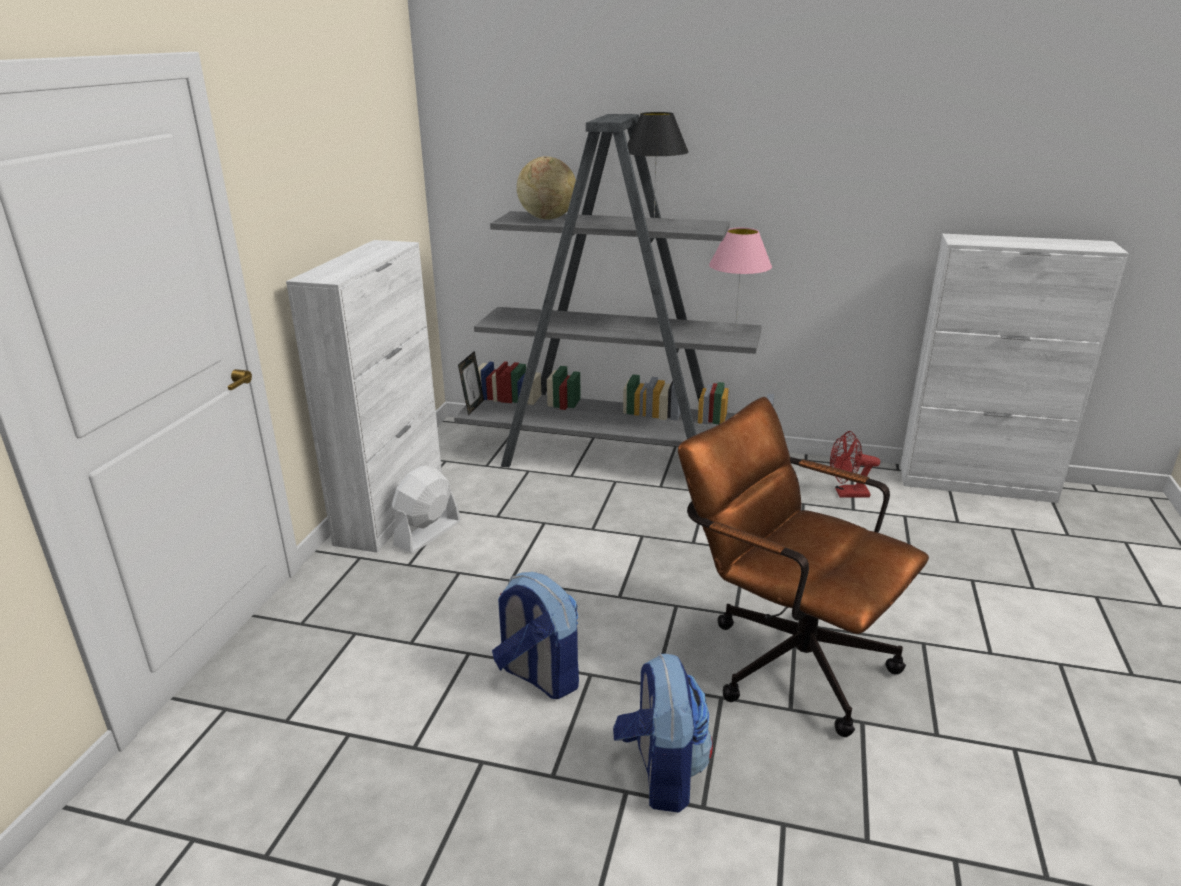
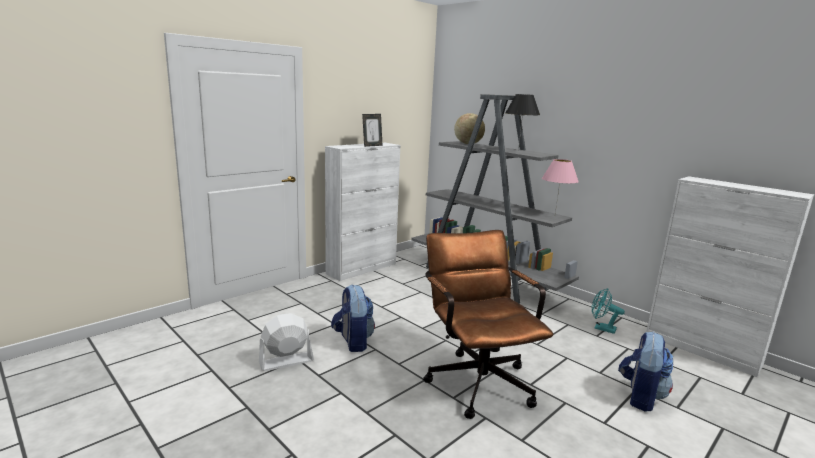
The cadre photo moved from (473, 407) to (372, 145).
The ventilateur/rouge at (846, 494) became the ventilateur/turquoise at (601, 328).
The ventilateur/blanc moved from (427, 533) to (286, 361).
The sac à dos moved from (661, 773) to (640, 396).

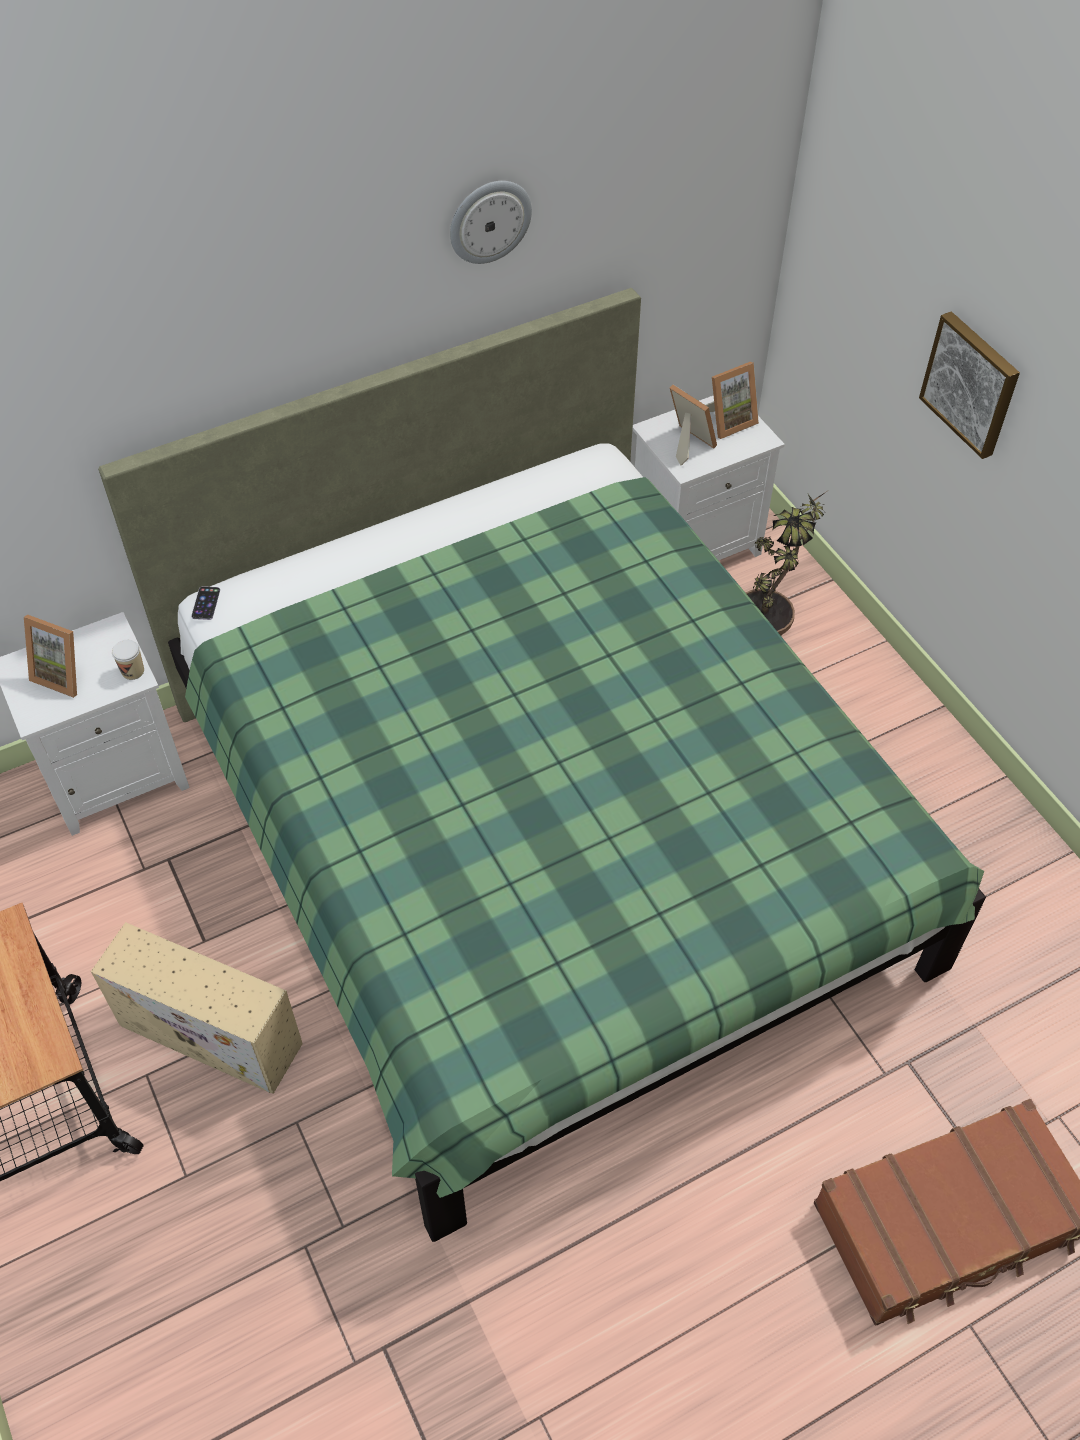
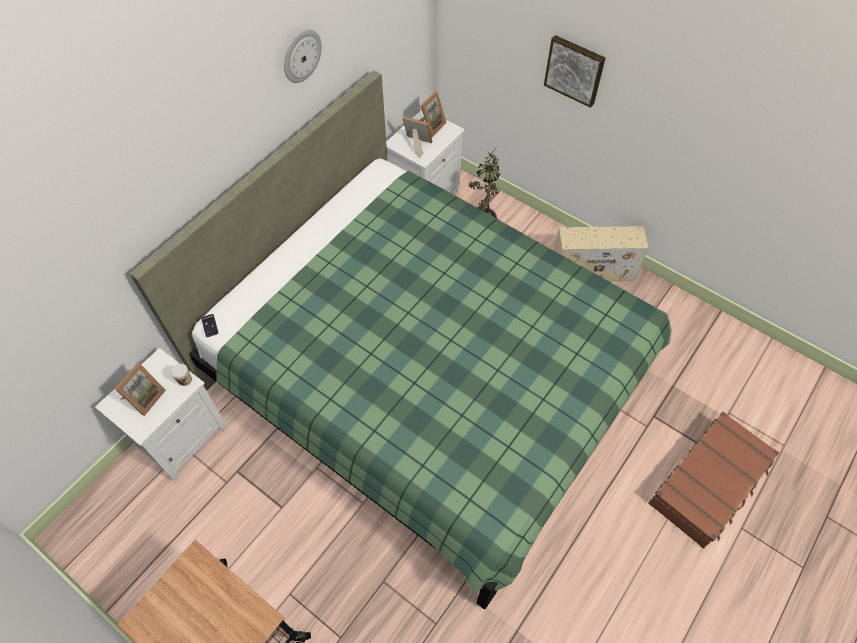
The cadre photo at (64, 674) turned 60 degrees counterclockwise.
The boîte de rangement/beige moved from (213, 1035) to (593, 270).

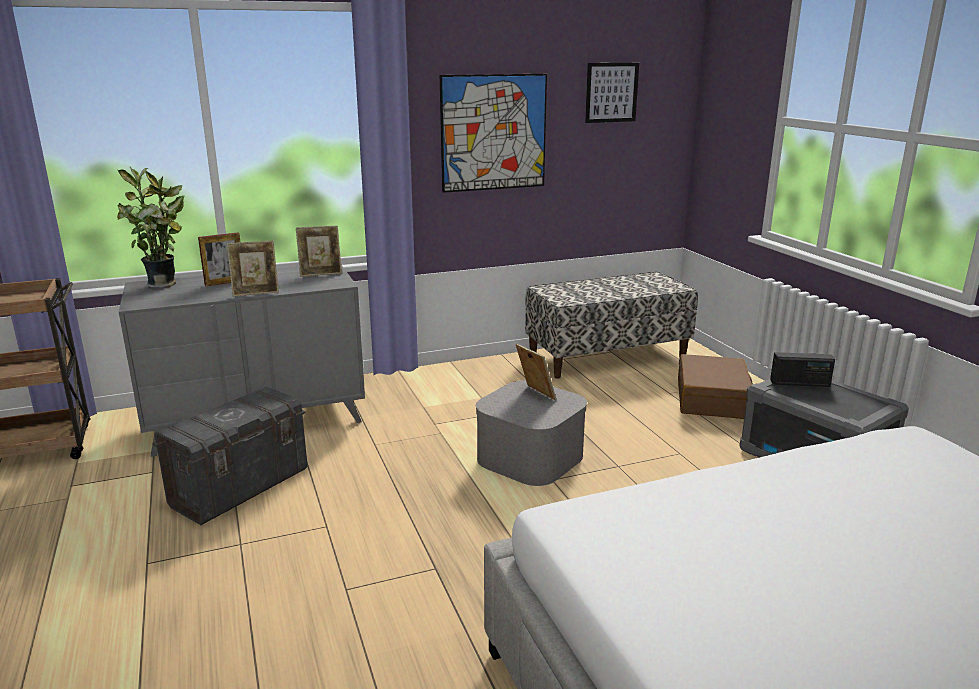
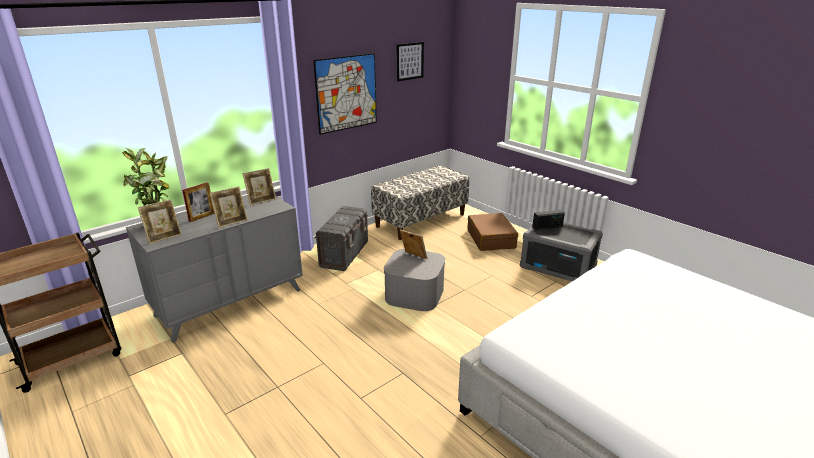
The boîte de rangement/gris moved from (241, 487) to (344, 254).
The cadre photo at (164, 237) appeared.

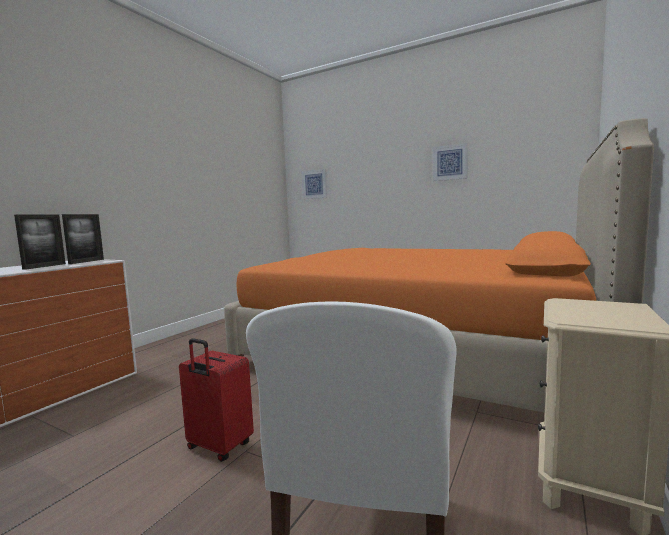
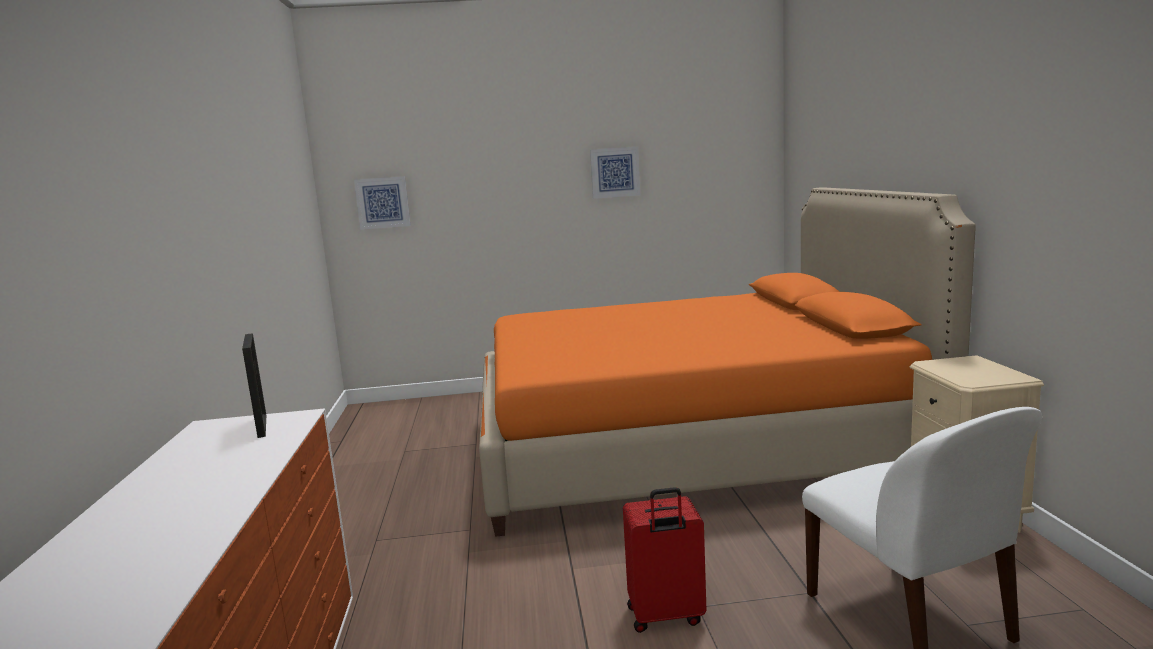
The cadre photo at (45, 266) disappeared.

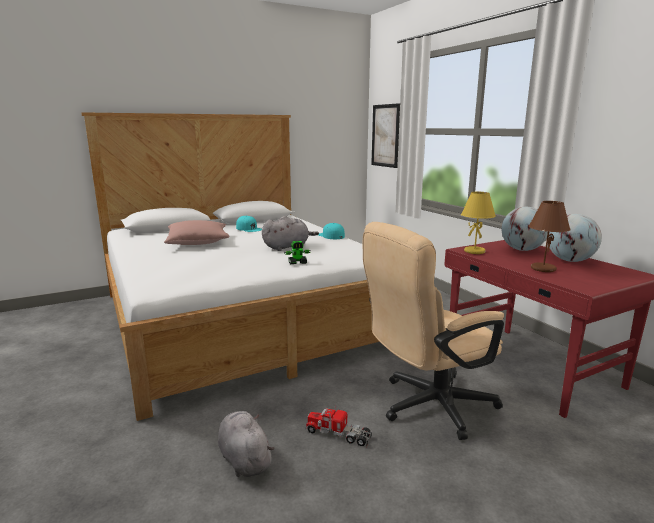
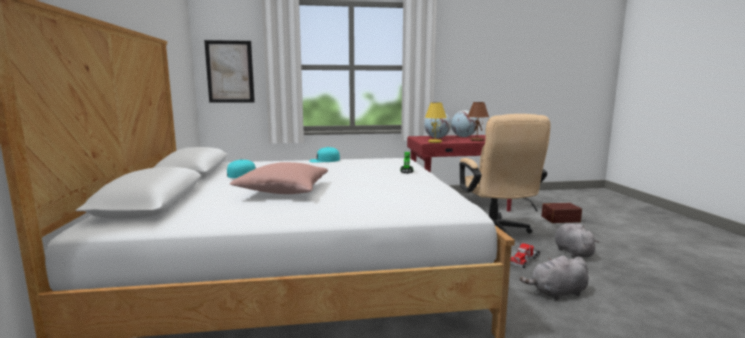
The peluche/gris moved from (287, 247) to (572, 252).
The boîte de rangement/marron at (560, 219) appeared.

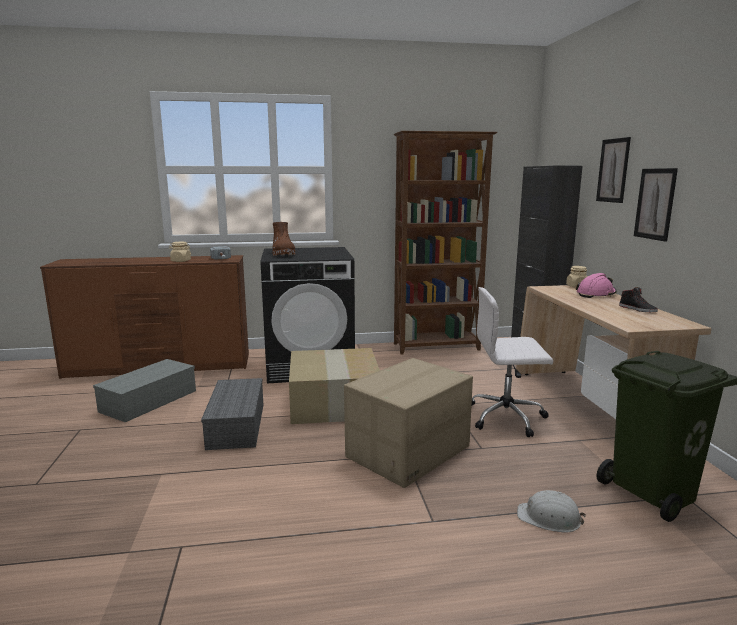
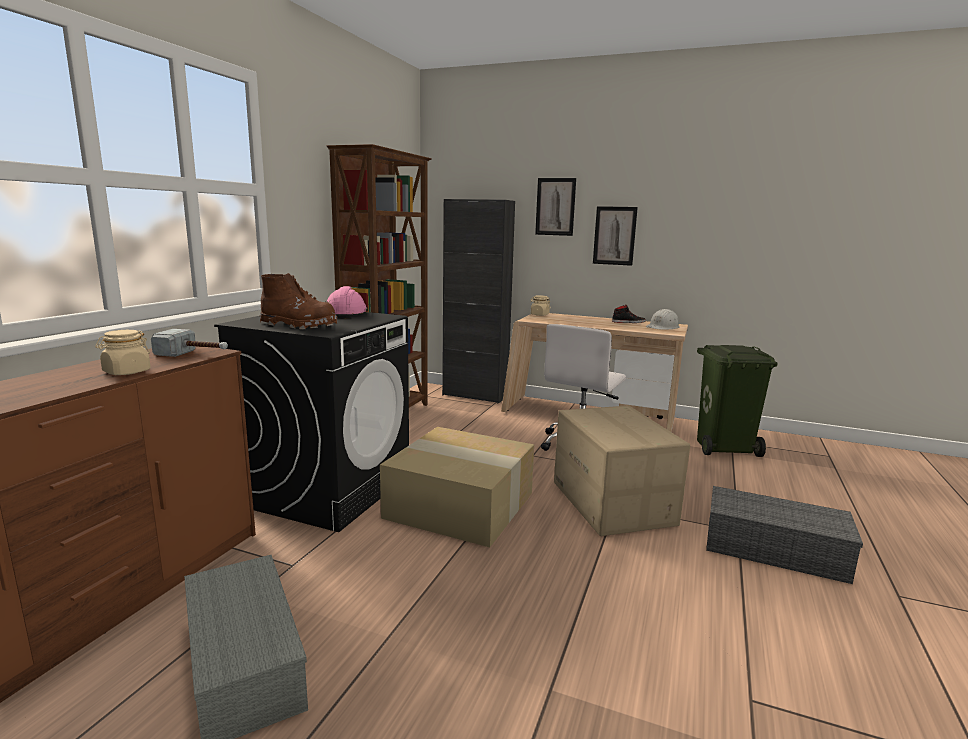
The casque de chantier/rose moved from (596, 294) to (346, 314).
The boîte de rangement/gris moved from (237, 426) to (776, 549).
The casque de chantier/blanc moved from (549, 518) to (663, 327).

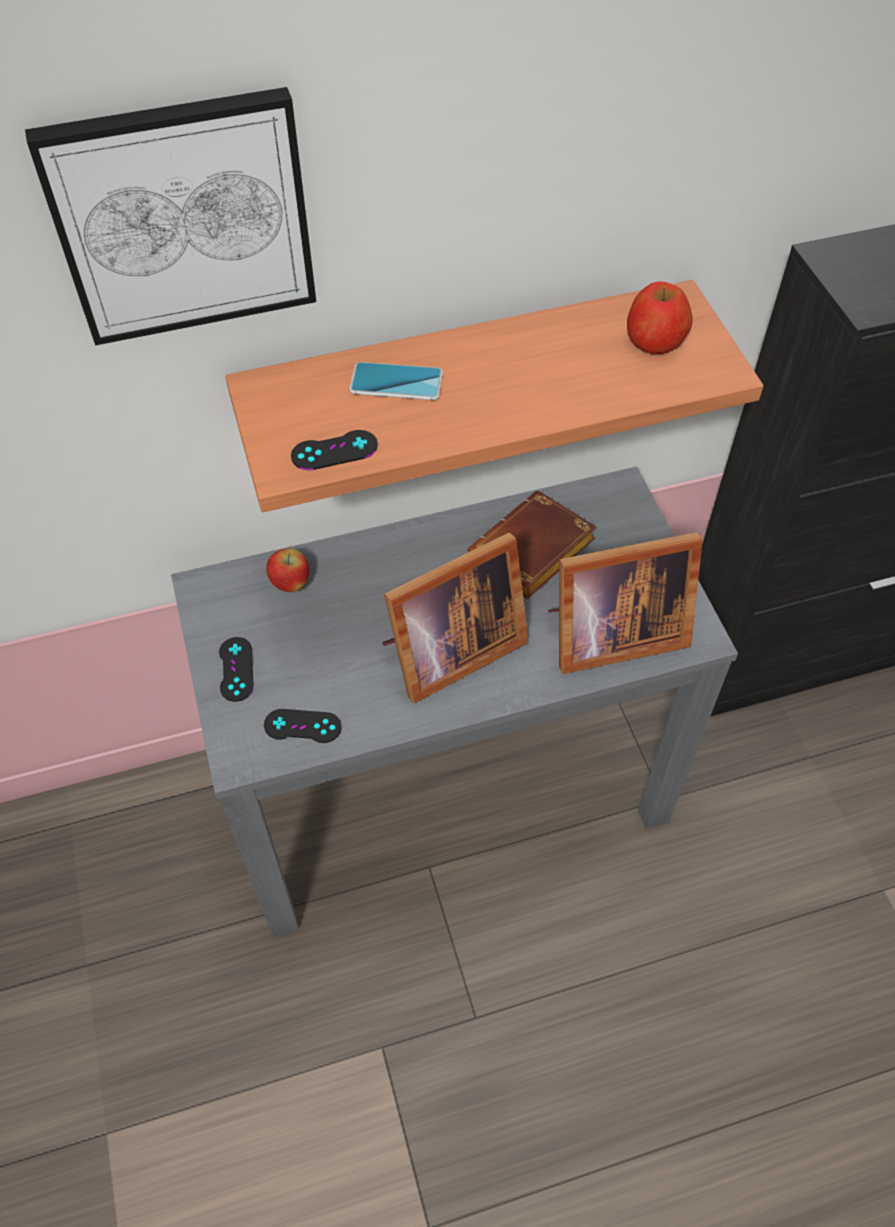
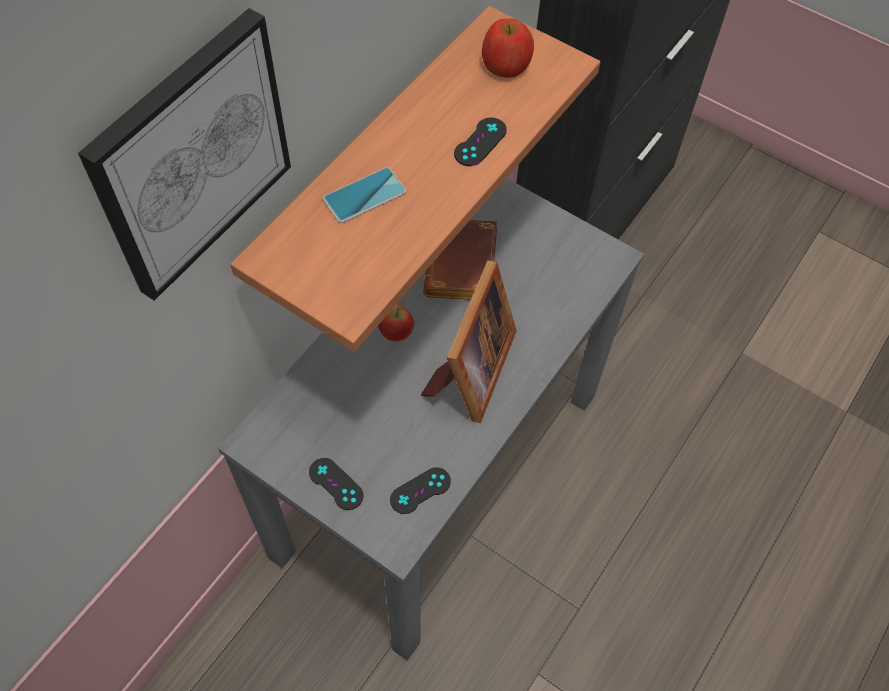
The manette/noir moved from (334, 451) to (480, 142).
The cadre photo at (609, 635) disappeared.
The pomme moved from (290, 584) to (396, 333).

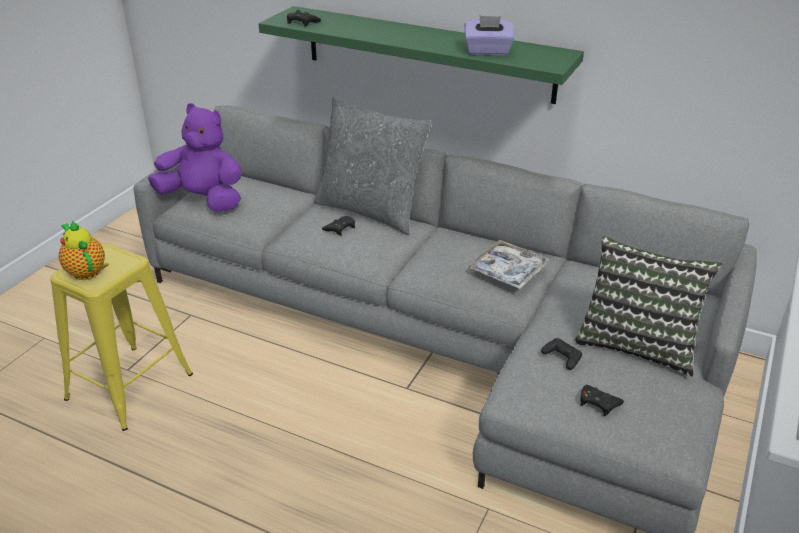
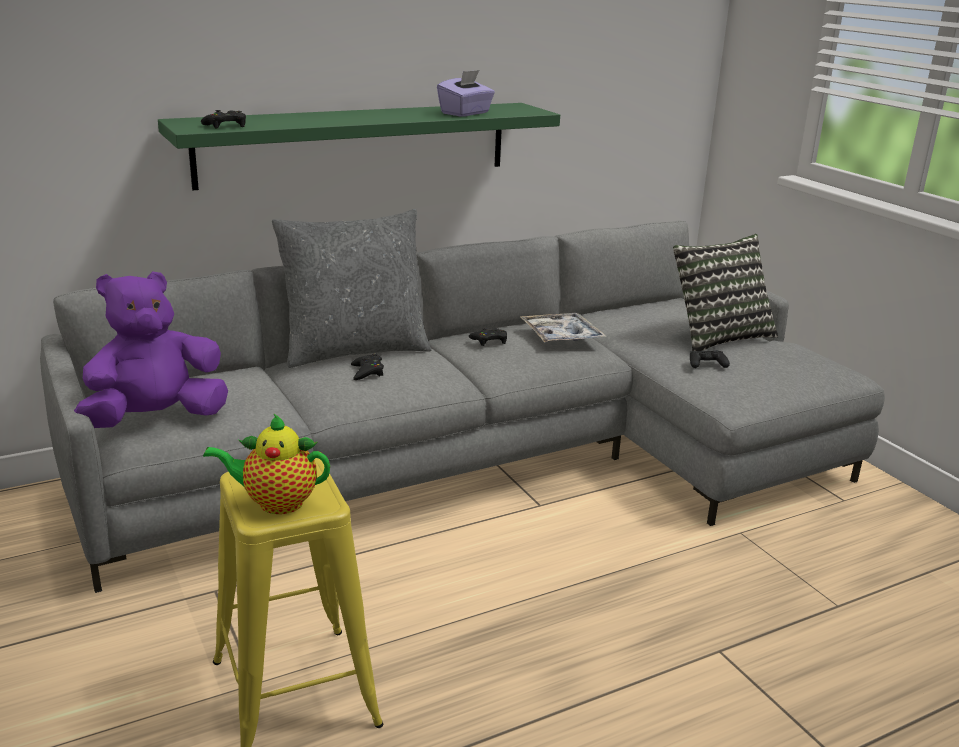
The manette/noir moved from (598, 403) to (489, 341).

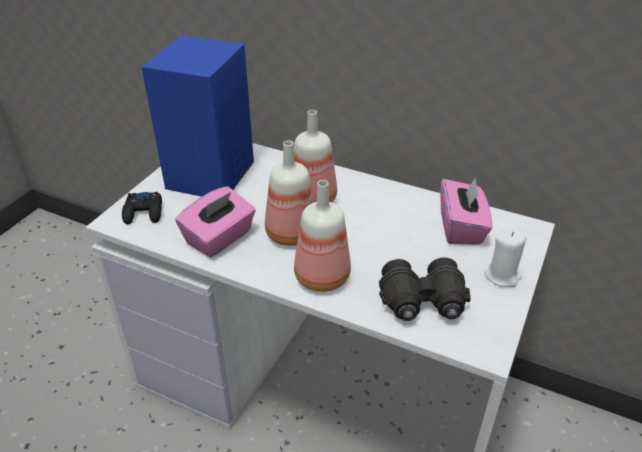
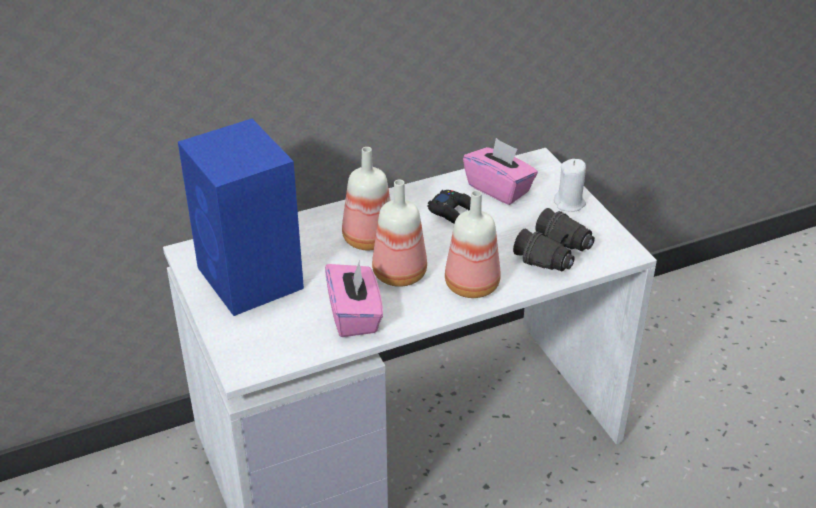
The manette/noir moved from (144, 212) to (452, 211).

